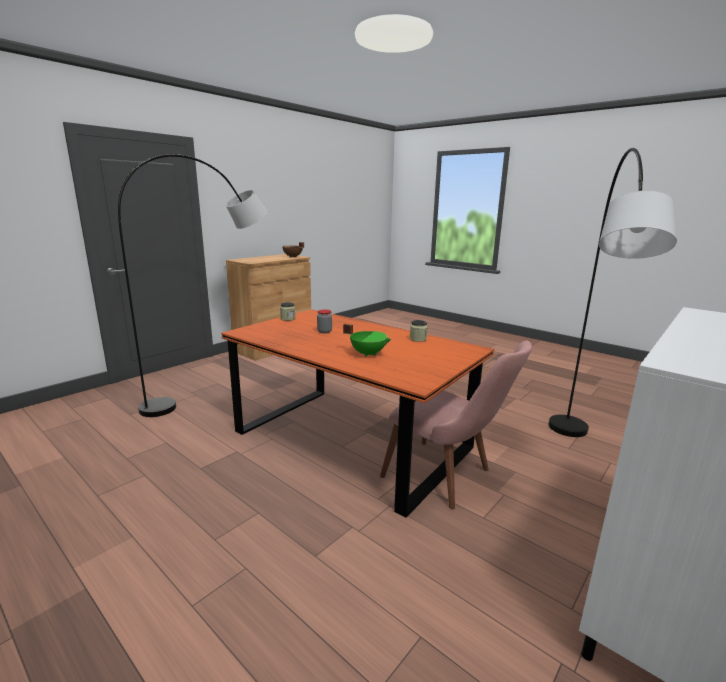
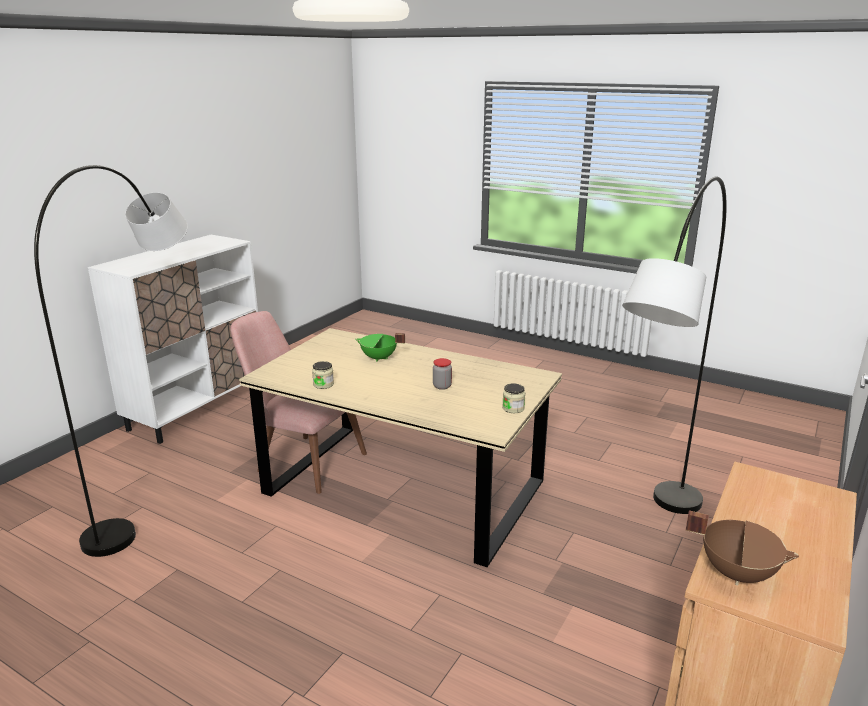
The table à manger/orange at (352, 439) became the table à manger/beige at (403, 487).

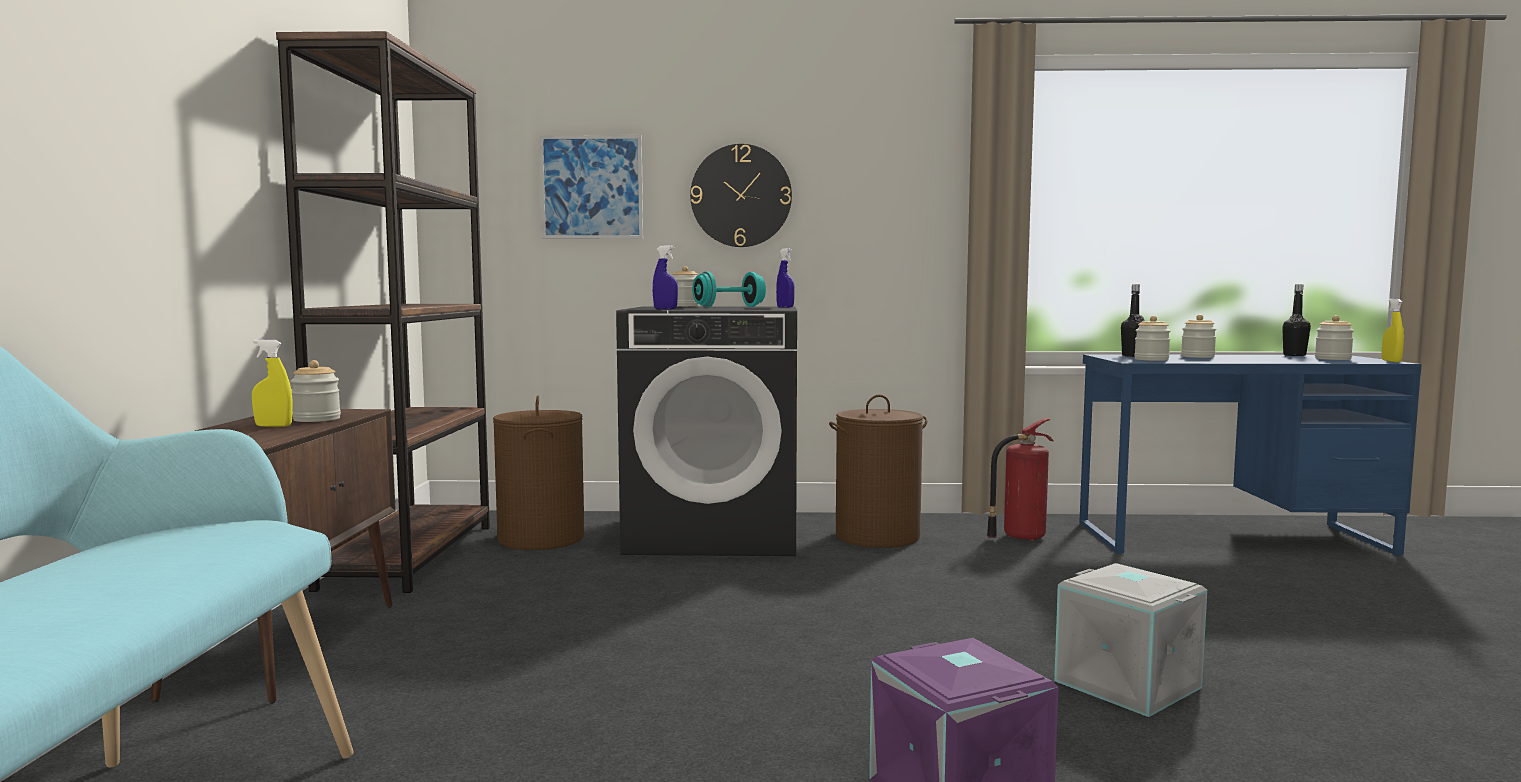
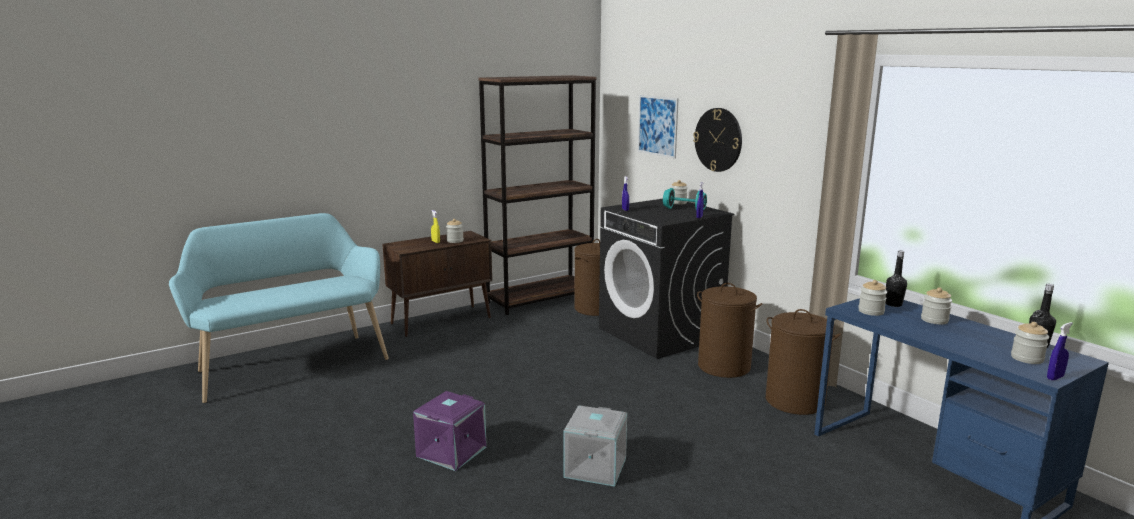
The vaporisateur/jaune at (1391, 361) became the vaporisateur/bleu at (1055, 377).
The extincteur at (1021, 537) was replaced by the panier à linge/marron at (795, 401).

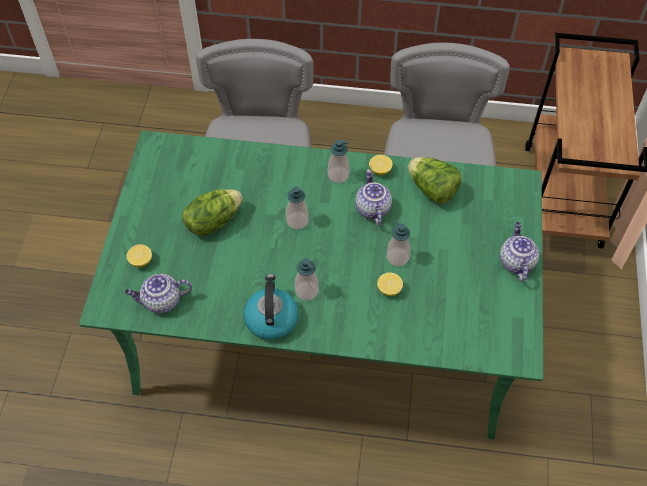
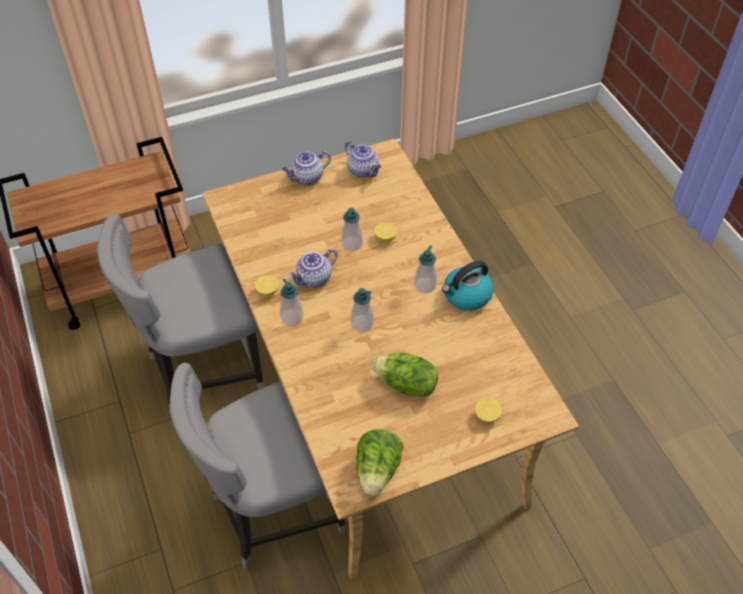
The table à manger/vert at (322, 332) became the table à manger/beige at (372, 394).
The laitue moved from (432, 190) to (378, 471).
The théière moved from (161, 301) to (364, 171).

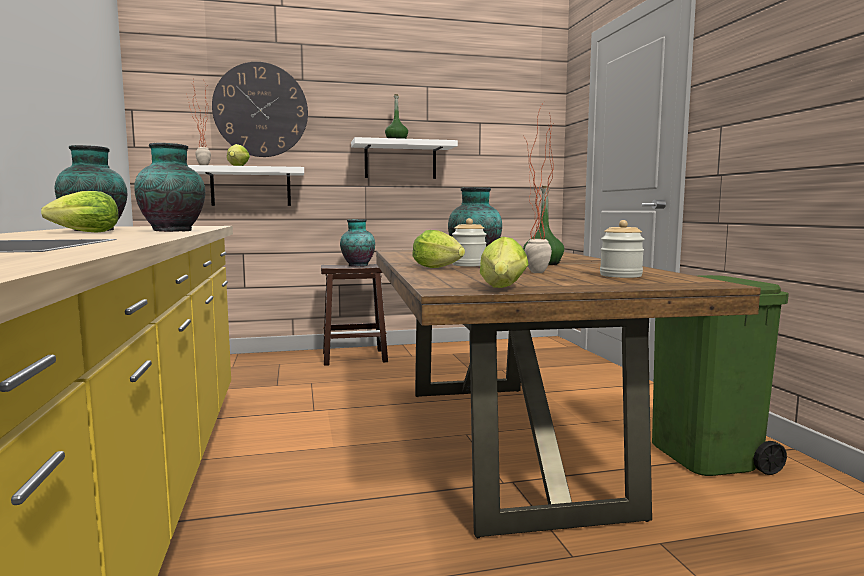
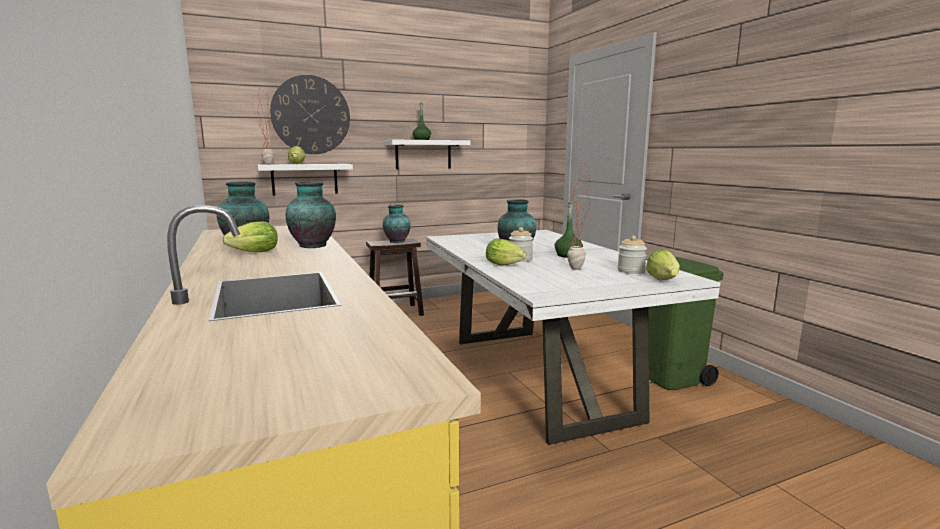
The laitue moved from (502, 289) to (664, 281).
The table à manger/marron at (505, 444) became the table à manger/blanc at (539, 377).

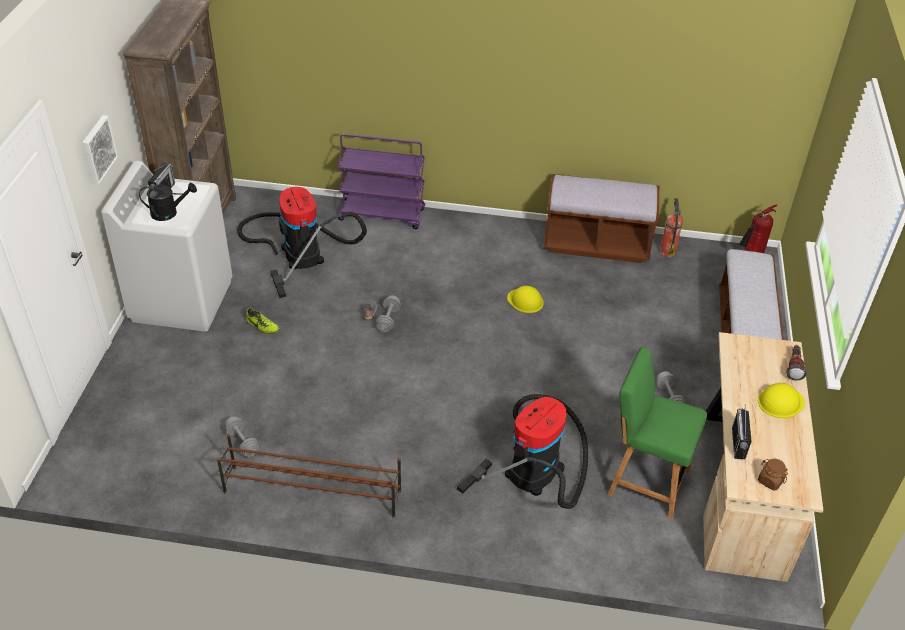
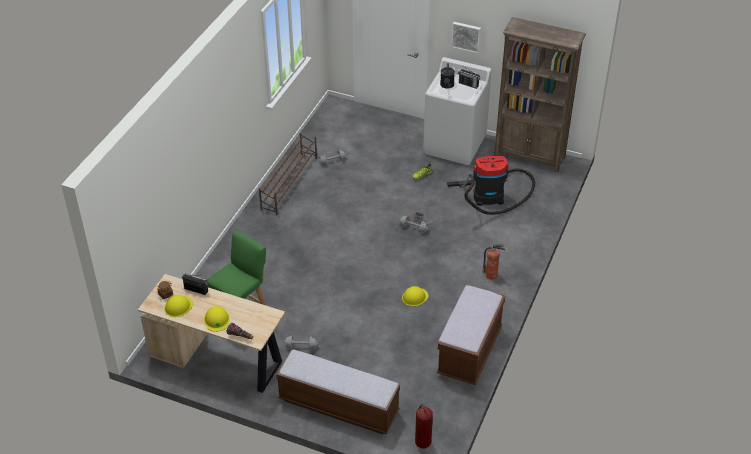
The chariot/violet at (383, 214) disappeared.
The extincteur moved from (667, 251) to (492, 275).
The aspirateur at (536, 466) disappeared.
The casque de chantier/jaune at (178, 306) appeared.

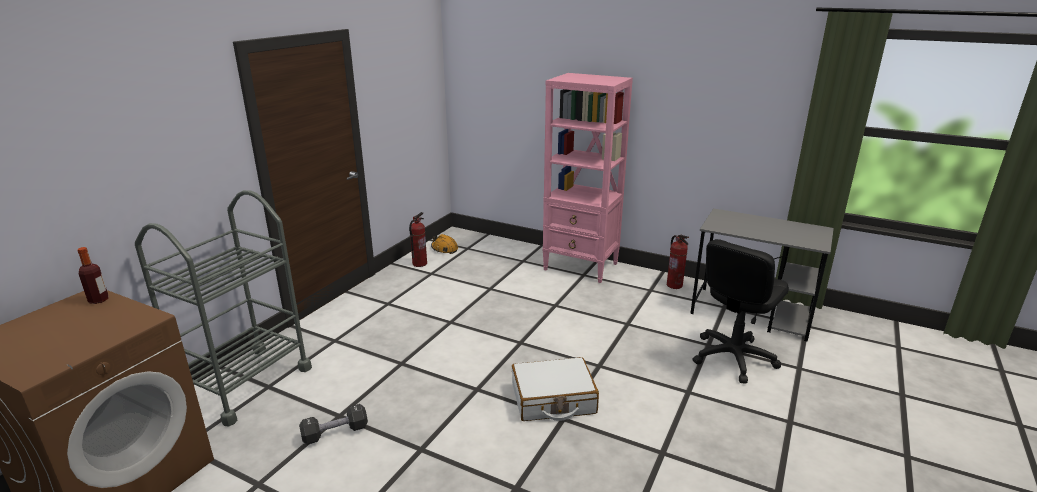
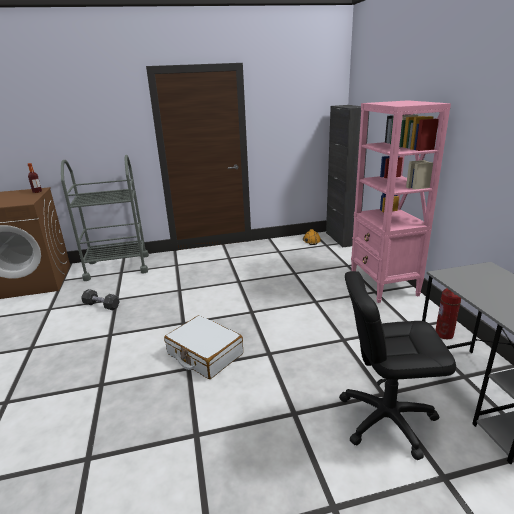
The extincteur at (419, 263) disappeared.
The meuble de rangement/noir at (342, 239) appeared.

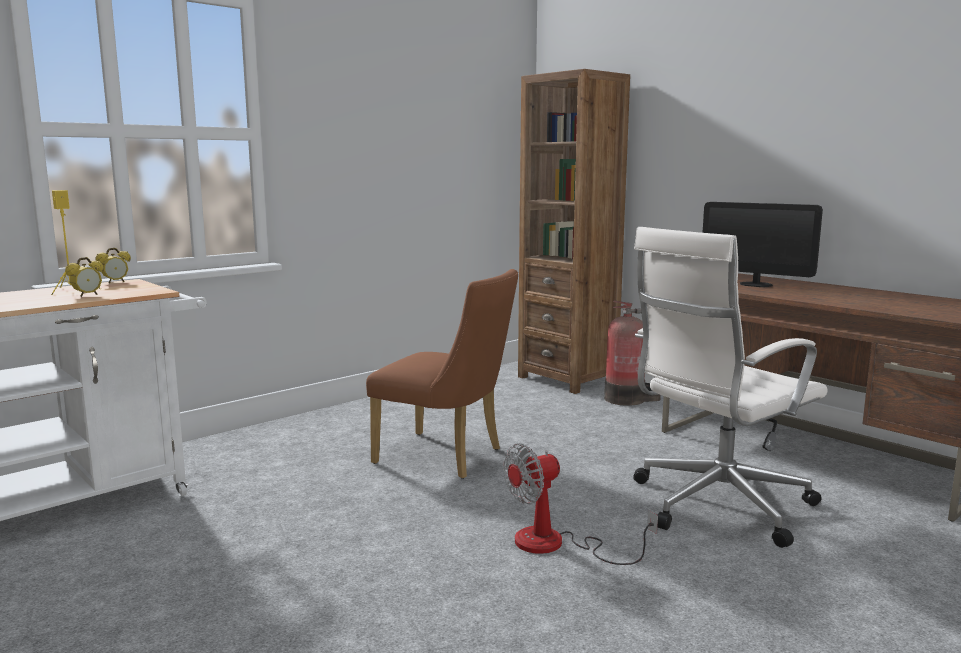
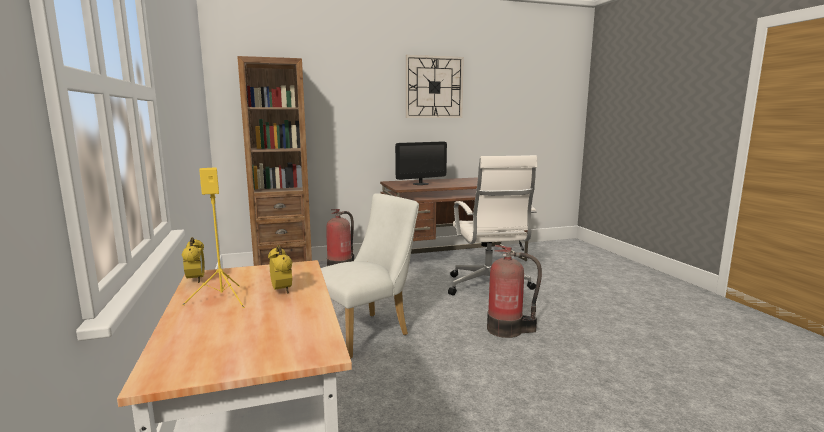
The chaise/marron at (447, 457) became the chaise/blanc at (367, 332).
The ventilateur at (556, 545) was replaced by the extincteur at (507, 329).
The horloge murale at (434, 87) appeared.

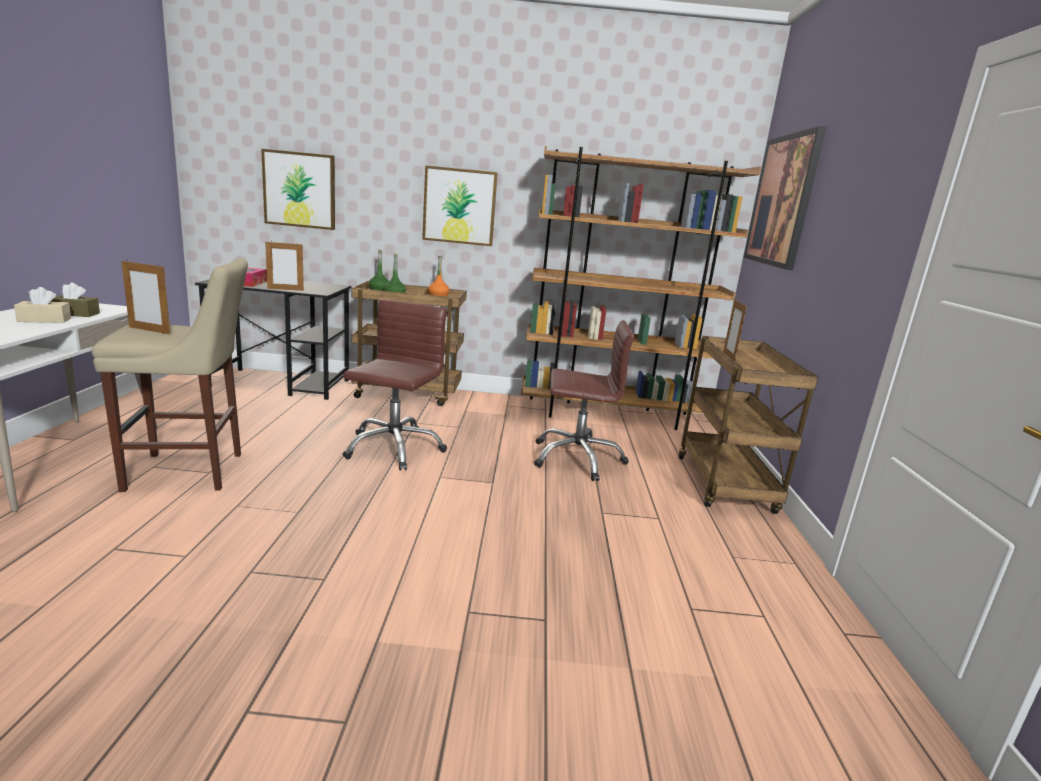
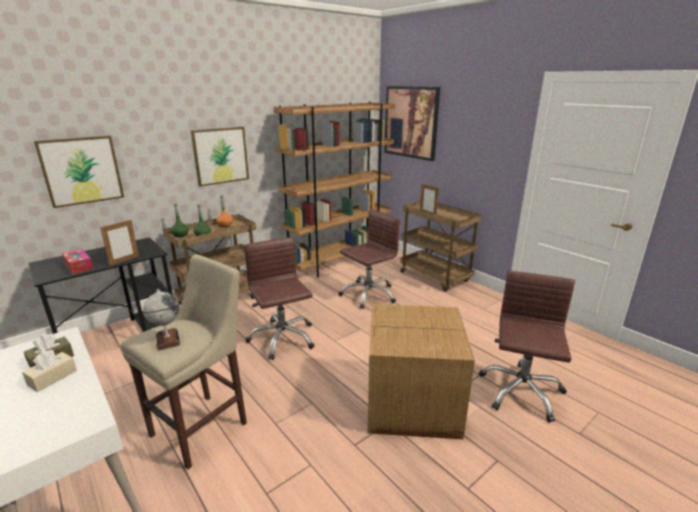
The cadre photo at (149, 330) was replaced by the globe at (167, 339).
The chaise de bureau/marron at (520, 391) appeared.
The carton at (413, 403) appeared.

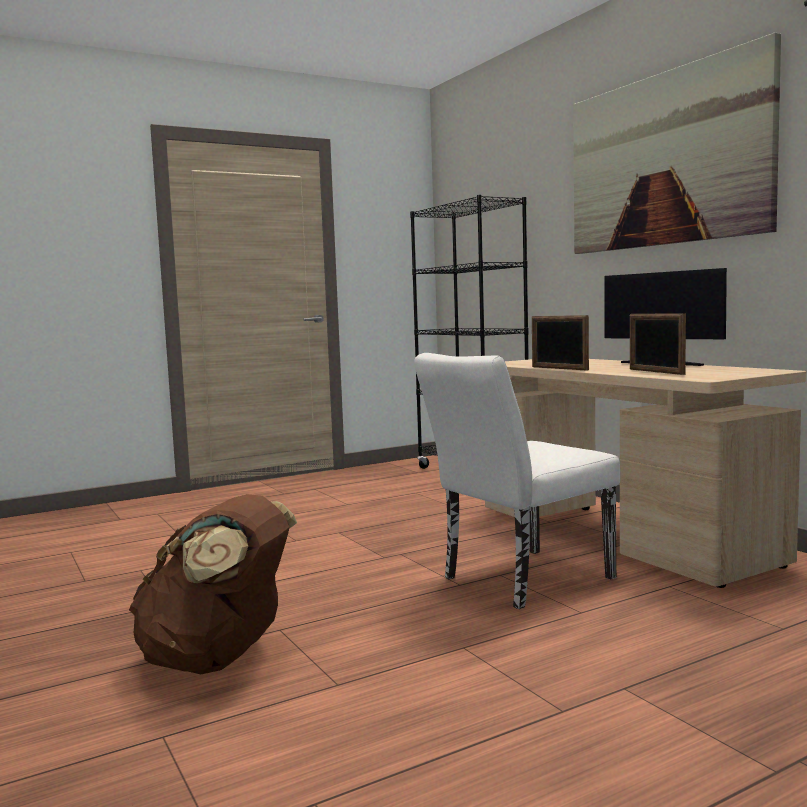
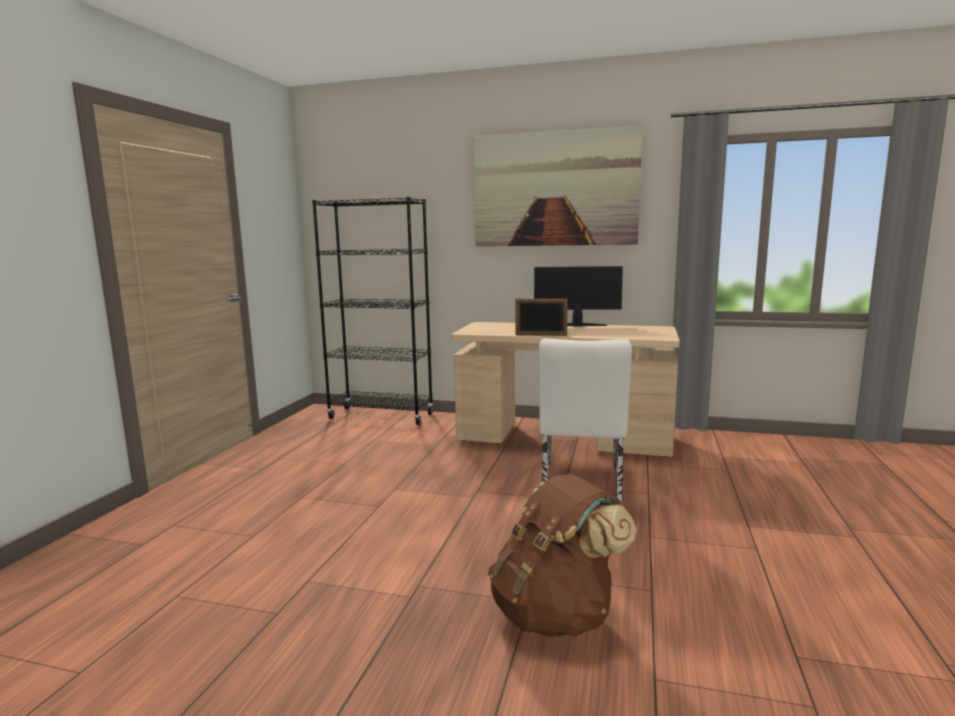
The cadre photo at (655, 372) disappeared.

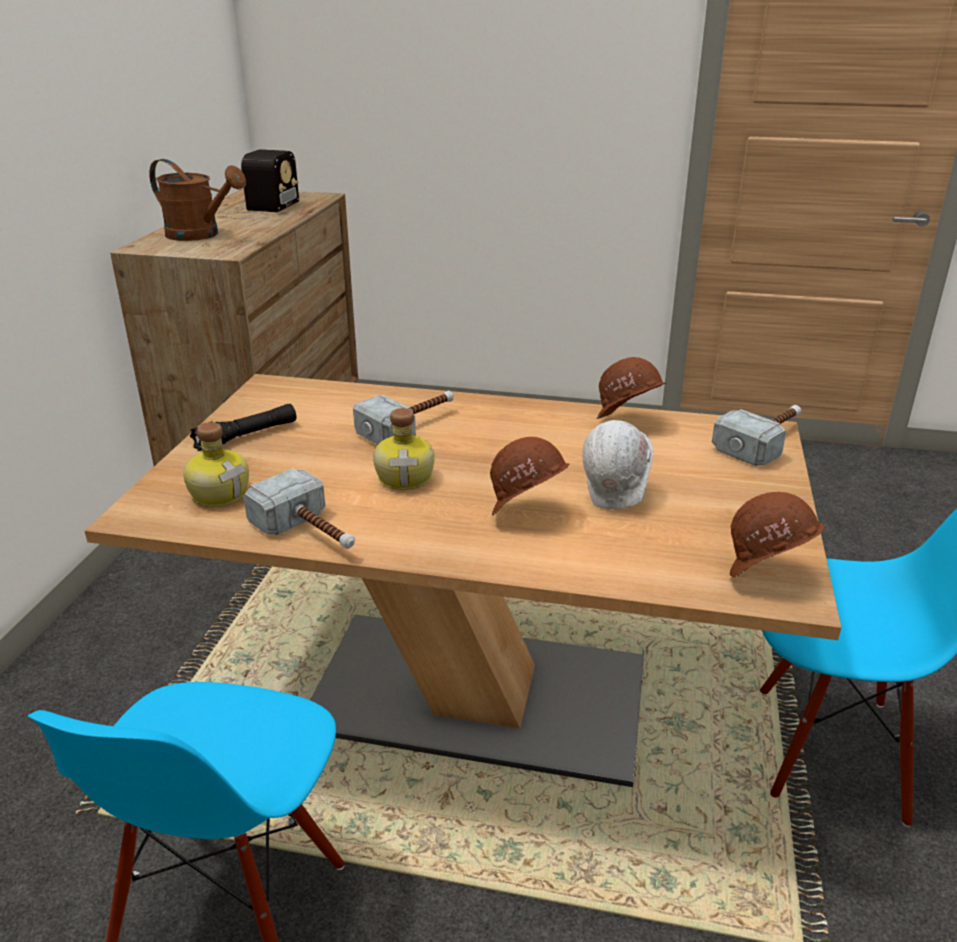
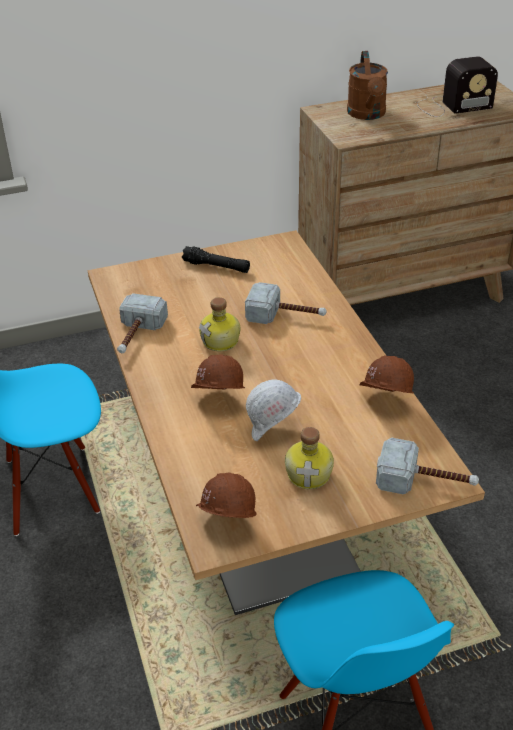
The bouteille moved from (220, 493) to (310, 474).

